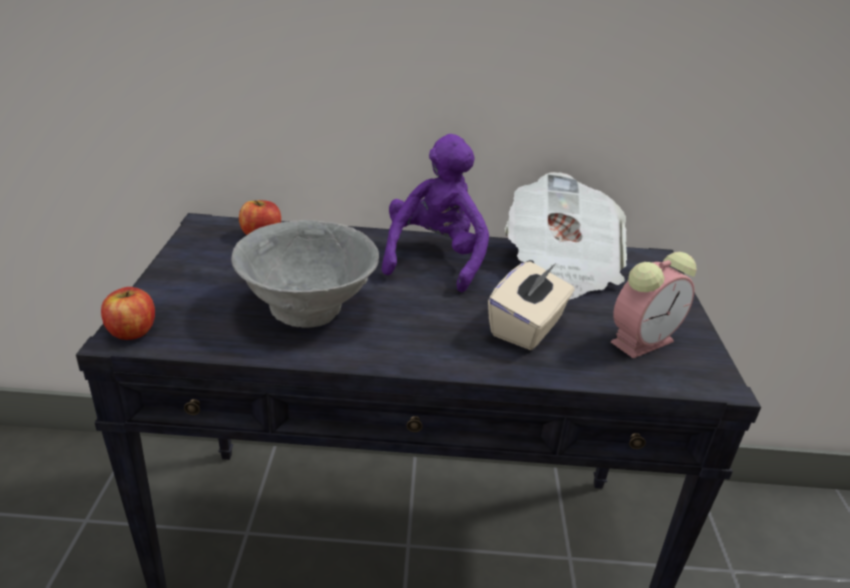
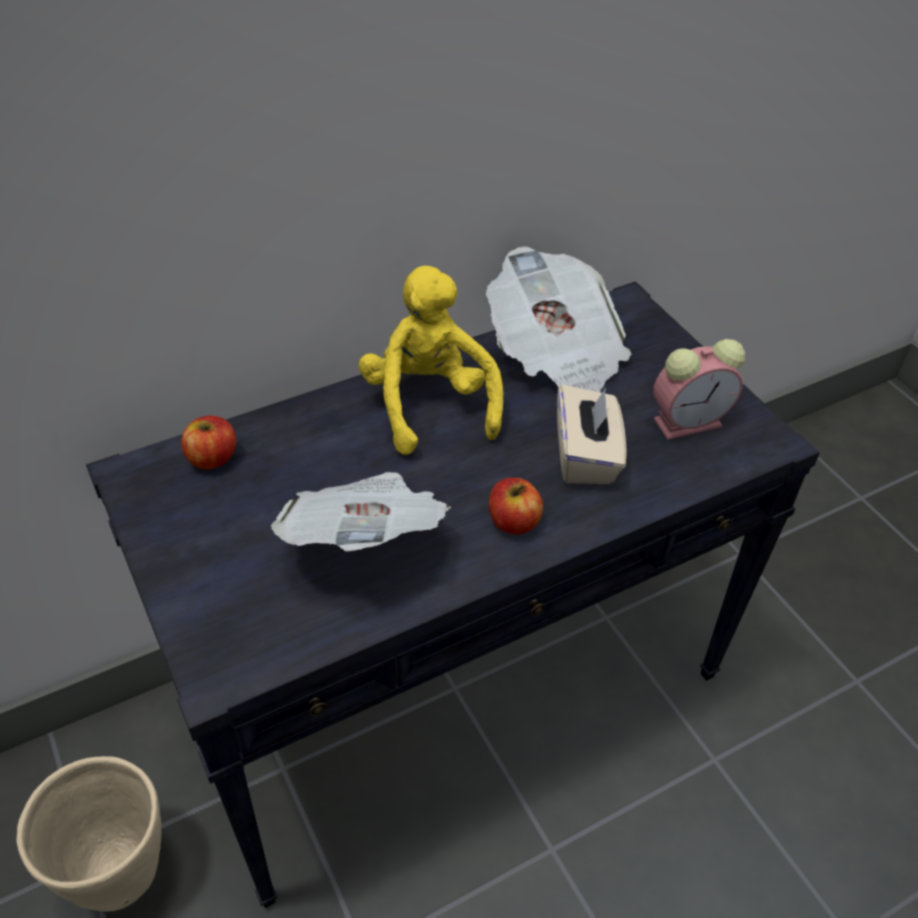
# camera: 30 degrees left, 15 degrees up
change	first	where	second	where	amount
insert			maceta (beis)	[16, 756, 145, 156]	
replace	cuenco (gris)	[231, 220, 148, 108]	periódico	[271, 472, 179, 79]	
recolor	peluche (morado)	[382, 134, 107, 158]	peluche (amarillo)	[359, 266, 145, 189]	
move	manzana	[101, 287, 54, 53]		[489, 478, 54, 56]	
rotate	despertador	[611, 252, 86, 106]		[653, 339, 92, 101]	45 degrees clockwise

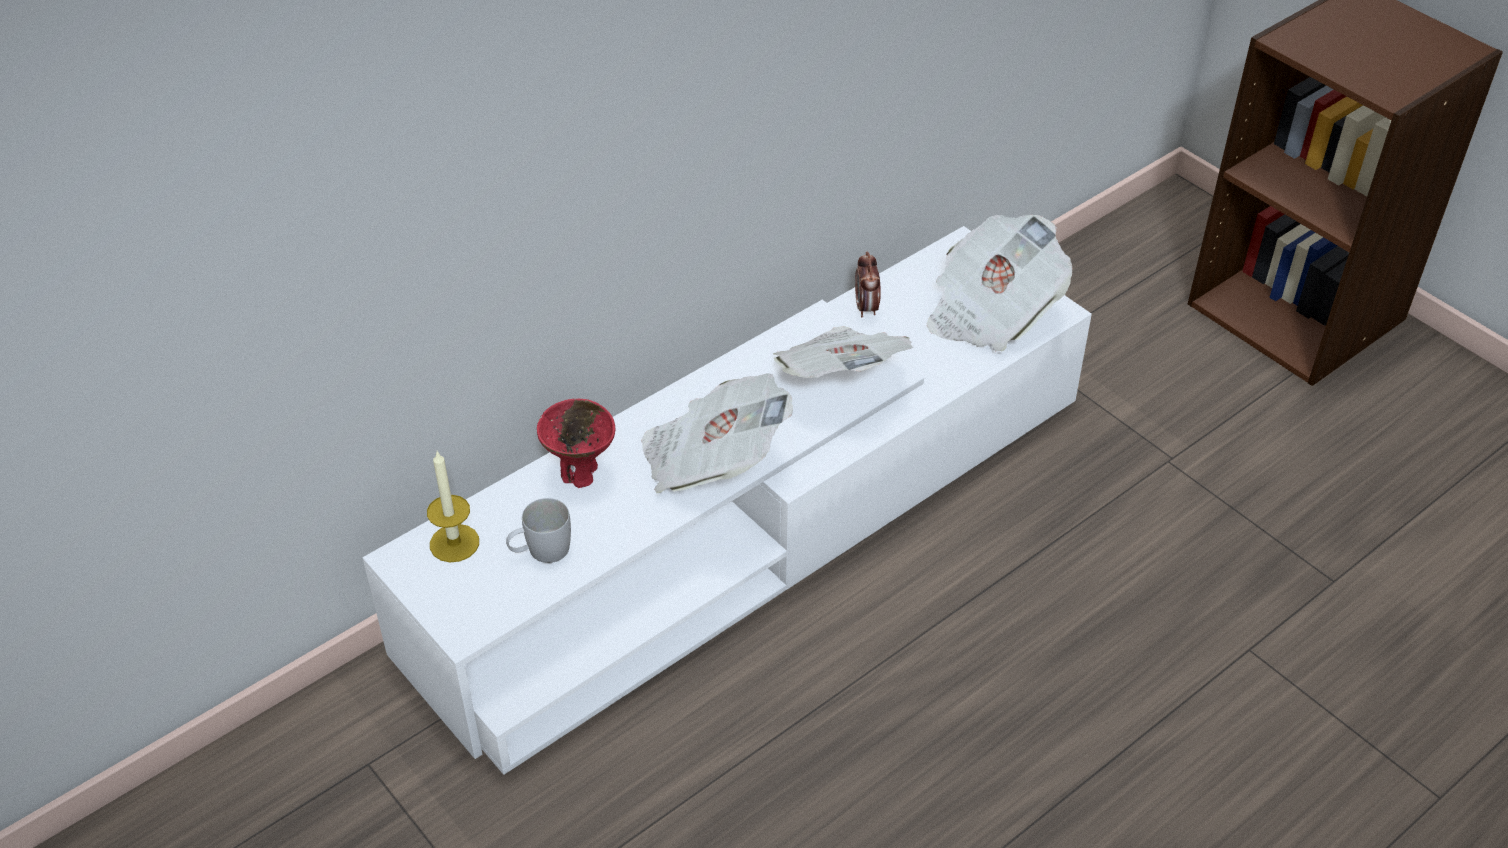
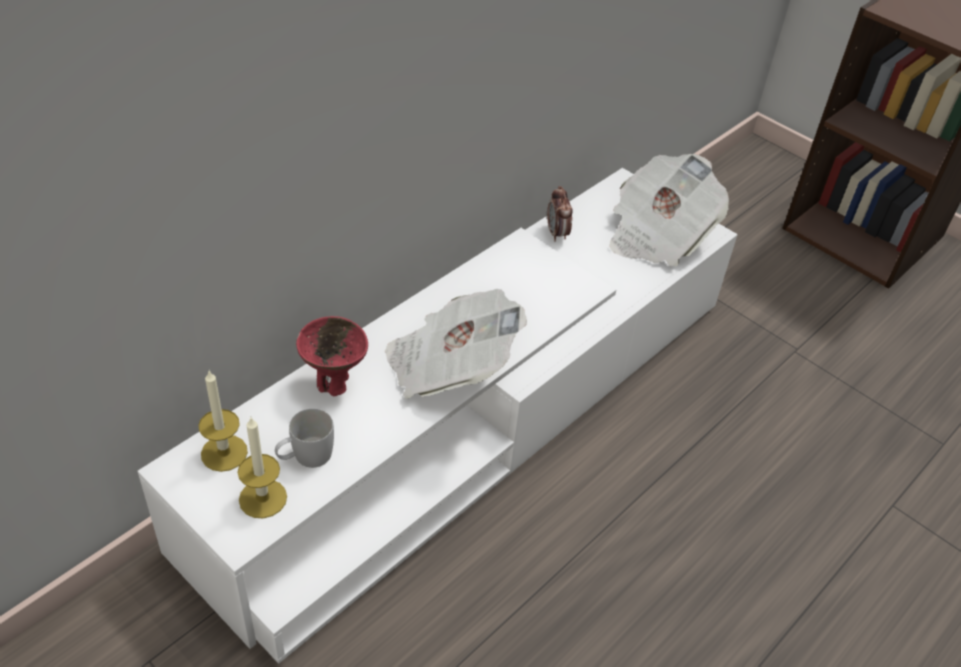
# camera: 10 degrees left, 0 degrees up
change	first	where	second	where	amount
insert			vela	[238, 417, 49, 101]	
delete	periódico	[773, 326, 140, 52]			

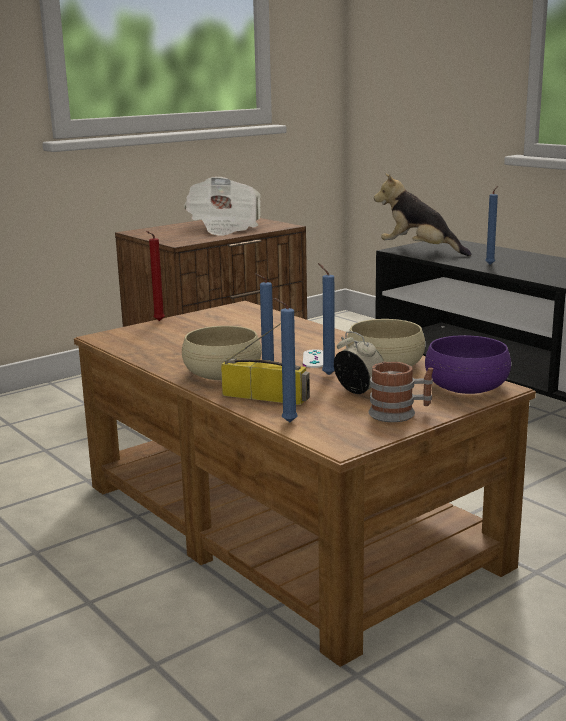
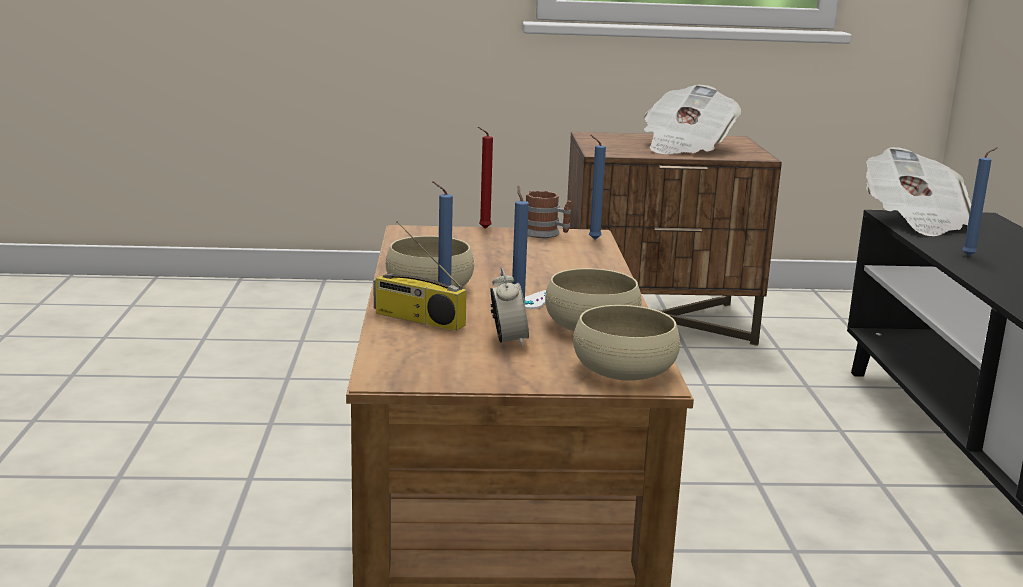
# camera: 35 degrees right, 0 degrees up
change	first	where	second	where	amount
rotate	radio	[221, 323, 89, 82]		[374, 221, 93, 110]	150 degrees clockwise
move	taza grande	[368, 361, 65, 61]		[526, 191, 45, 47]	
recolor	cuenco (morado)	[425, 335, 86, 59]	cuenco (beis)	[573, 305, 107, 76]	
move	vela (azul)	[273, 298, 25, 124]		[589, 135, 17, 105]	
replace	peluche	[374, 174, 97, 82]	periódico	[866, 147, 105, 89]	

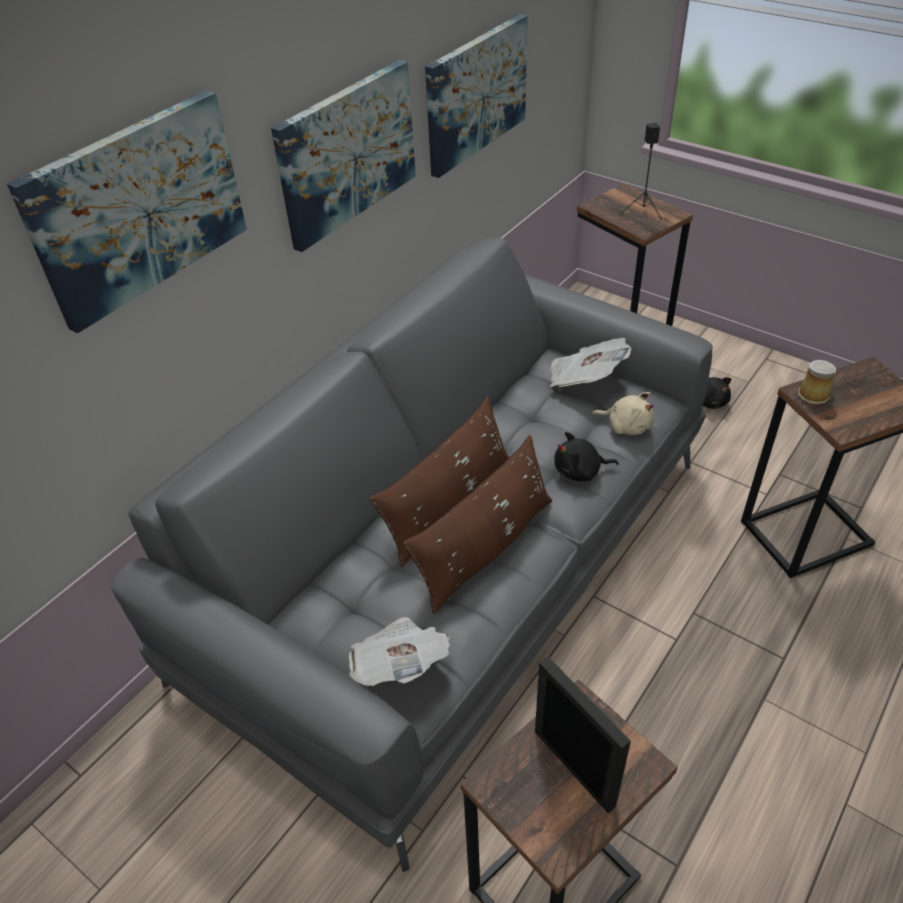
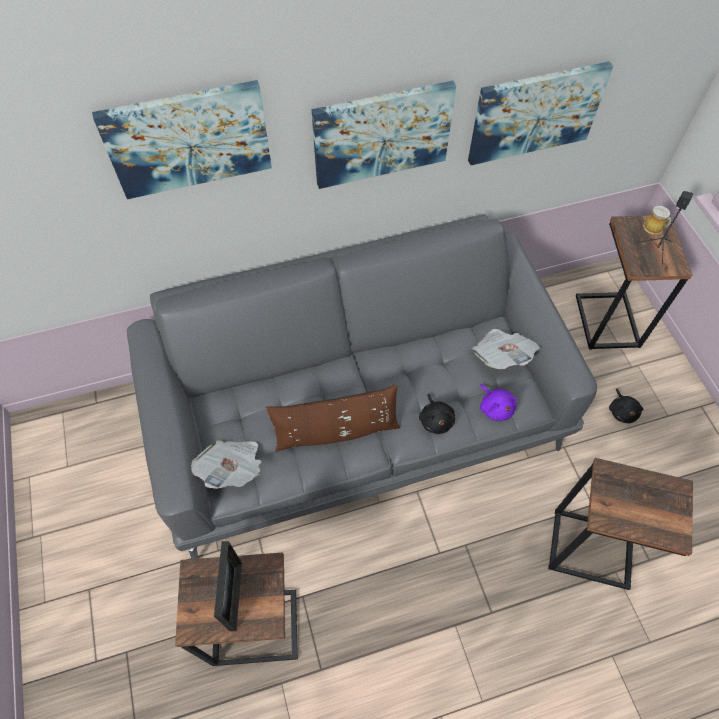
# camera: 35 degrees right, 15 degrees up
change	first	where	second	where	amount
rotate	peluche (negro)	[555, 432, 64, 49]		[419, 394, 36, 40]	135 degrees counterclockwise
recolor	peluche (beis)	[592, 392, 62, 43]	peluche (morado)	[480, 384, 37, 37]	
move	taza grande	[798, 360, 38, 44]		[643, 206, 28, 29]	
delete	cojín (marrón)	[370, 396, 140, 171]			

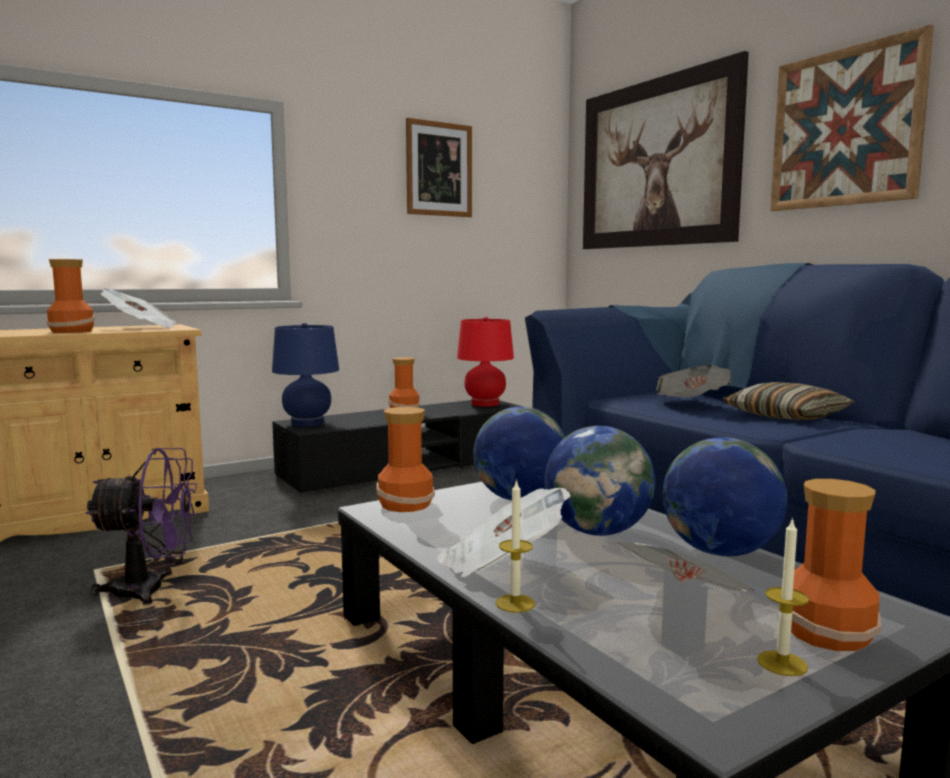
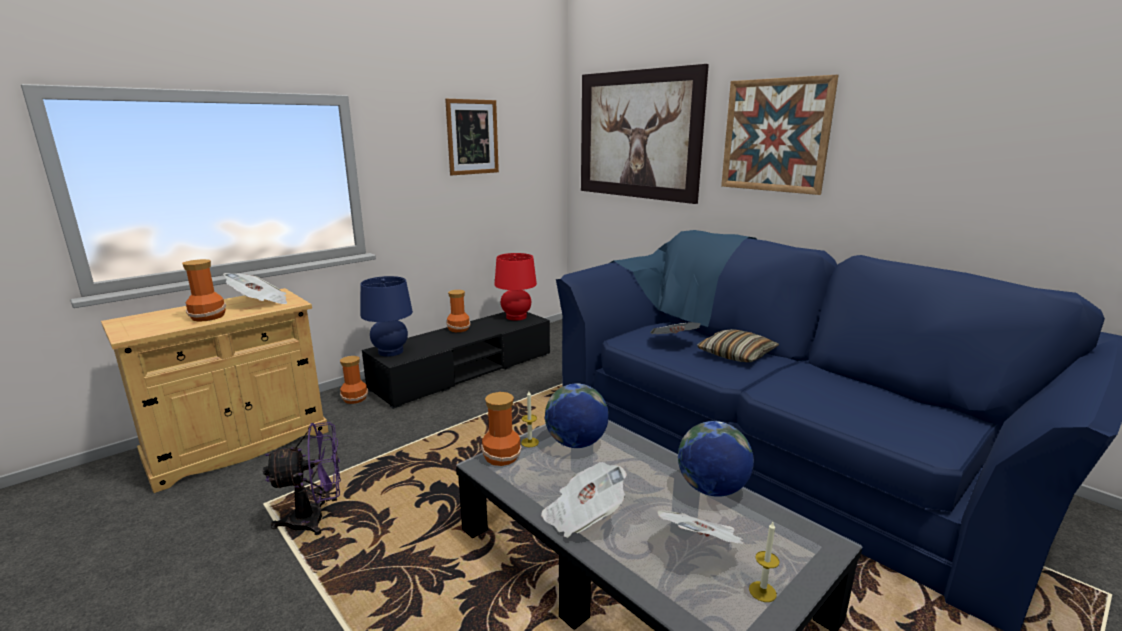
# camera: 10 degrees left, 10 degrees up
change	first	where	second	where	amount
move	florero	[791, 479, 90, 172]		[340, 356, 28, 48]	
move	vela	[496, 479, 39, 134]		[521, 391, 18, 56]	
delete	globo terráqueo	[545, 426, 110, 110]			

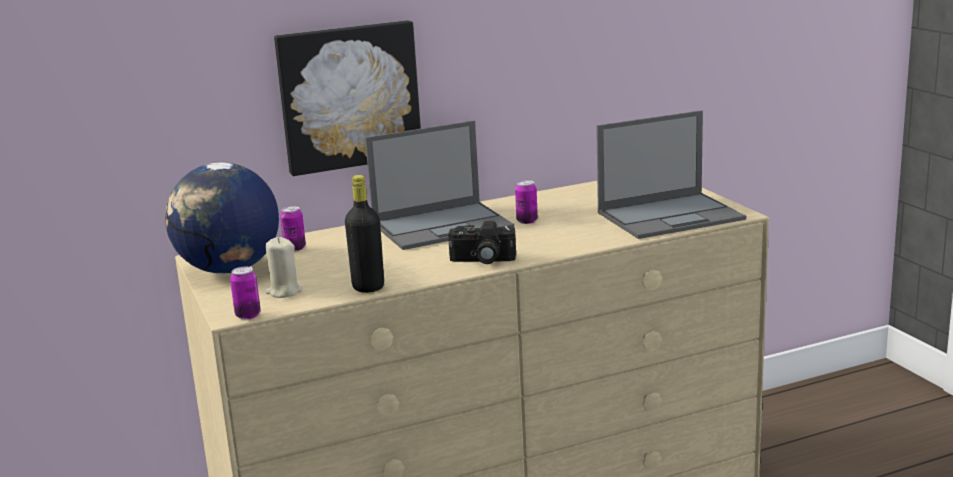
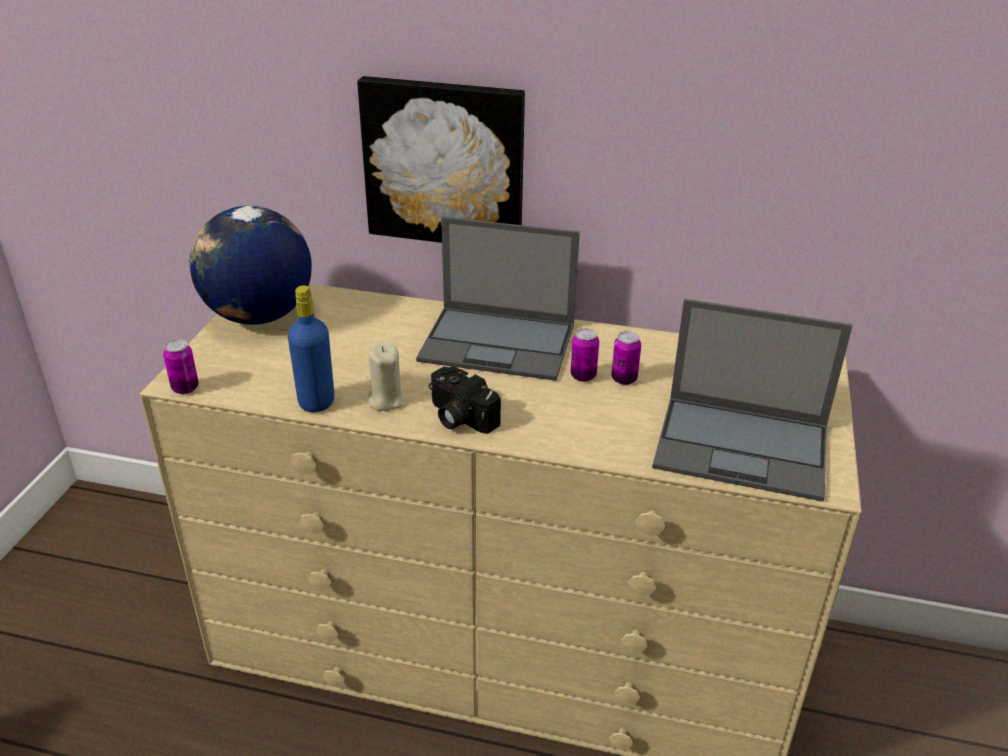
# camera: 35 degrees right, 15 degrees up
change	first	where	second	where	amount
recolor	botella (negro)	[345, 175, 39, 118]	botella (azul)	[288, 285, 46, 127]	
move	vela (beis)	[265, 237, 38, 61]		[368, 343, 36, 68]	
move	lata	[280, 206, 26, 45]		[611, 331, 30, 54]	

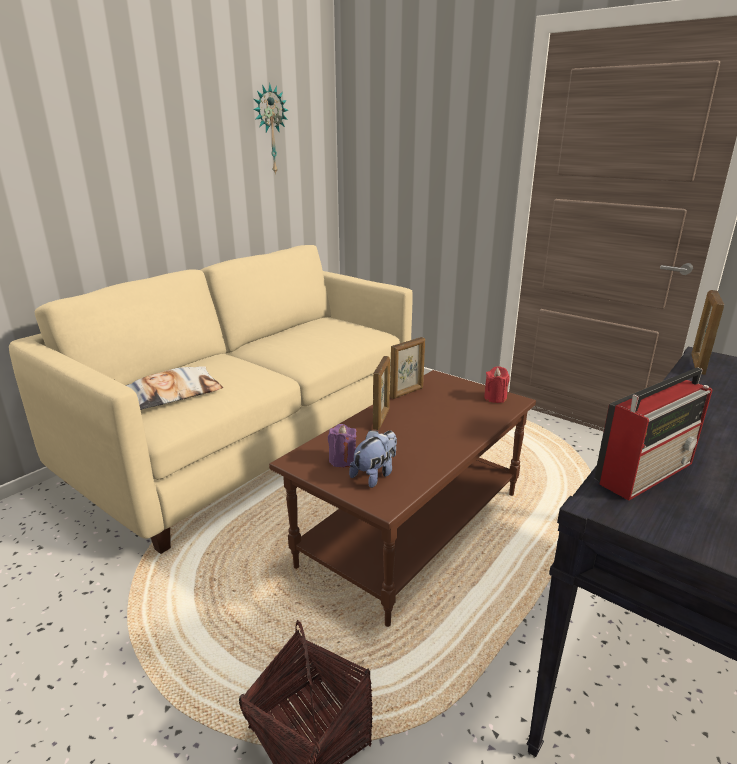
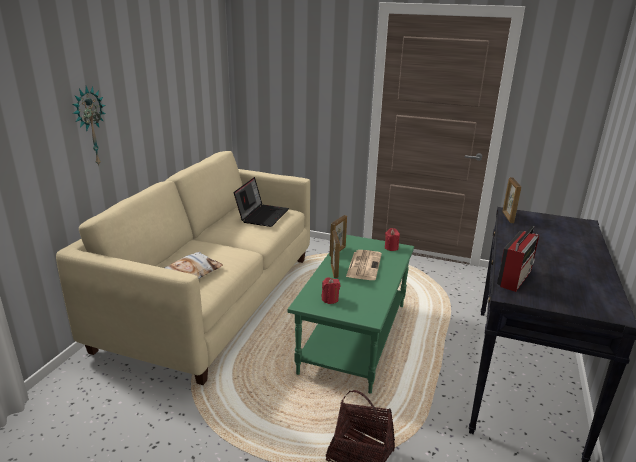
# camera: 20 degrees left, 0 degrees up
change	first	where	second	where	amount
move	reloj de pared	[253, 83, 35, 92]		[73, 86, 32, 79]	
insert			portátil	[234, 177, 55, 50]	
recolor	mesa de centro (marrón)	[269, 370, 267, 257]	mesa de centro (verde)	[287, 235, 127, 159]	
recolor	vela (morado)	[328, 424, 28, 43]	vela (rojo)	[322, 277, 18, 27]	
insert			periódico	[346, 250, 36, 30]	
delete	peluche	[349, 430, 48, 58]			

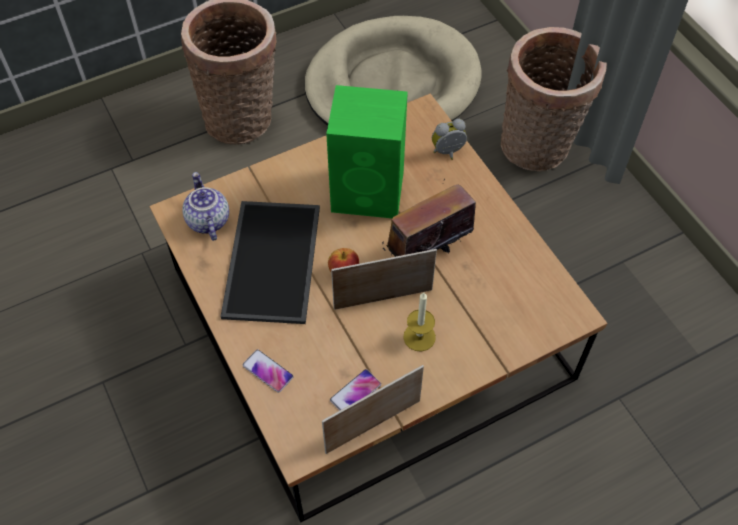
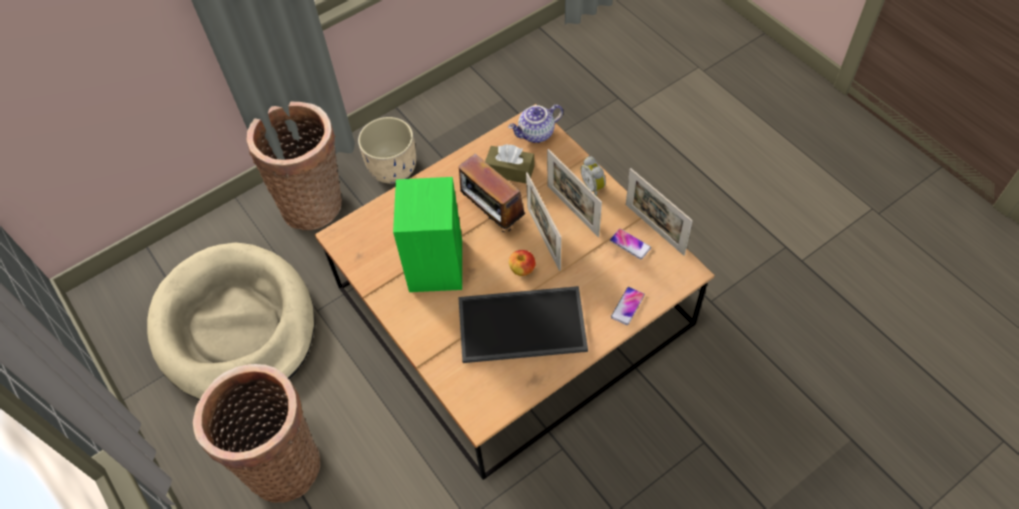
# camera: 95 degrees left, 0 degrees up
change	first	where	second	where	amount
insert			maceta (beis)	[358, 117, 58, 67]	
insert			caja de pañuelos (marrón)	[485, 144, 50, 39]	
move	tetera	[182, 172, 47, 69]		[508, 104, 55, 39]	
replace	vela	[403, 292, 33, 60]	portarretratos	[547, 149, 55, 88]	
move	despertador	[432, 119, 35, 41]		[581, 156, 25, 40]	

